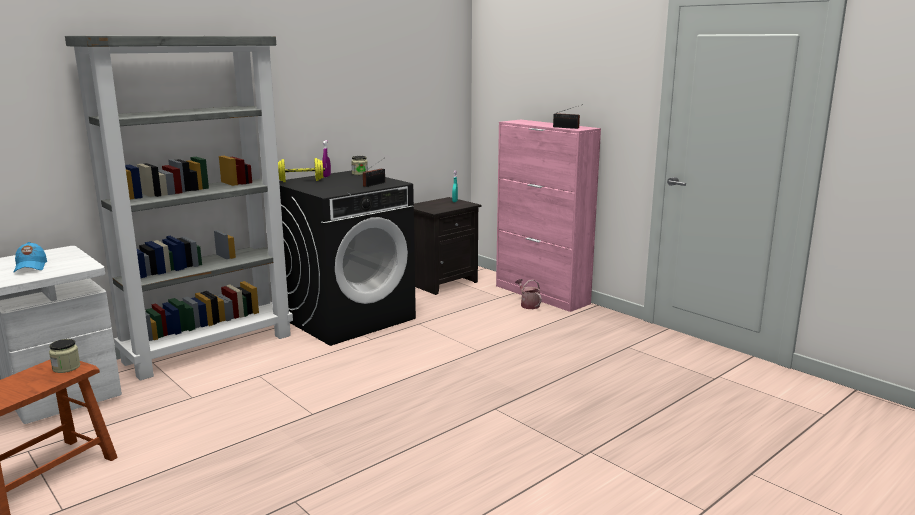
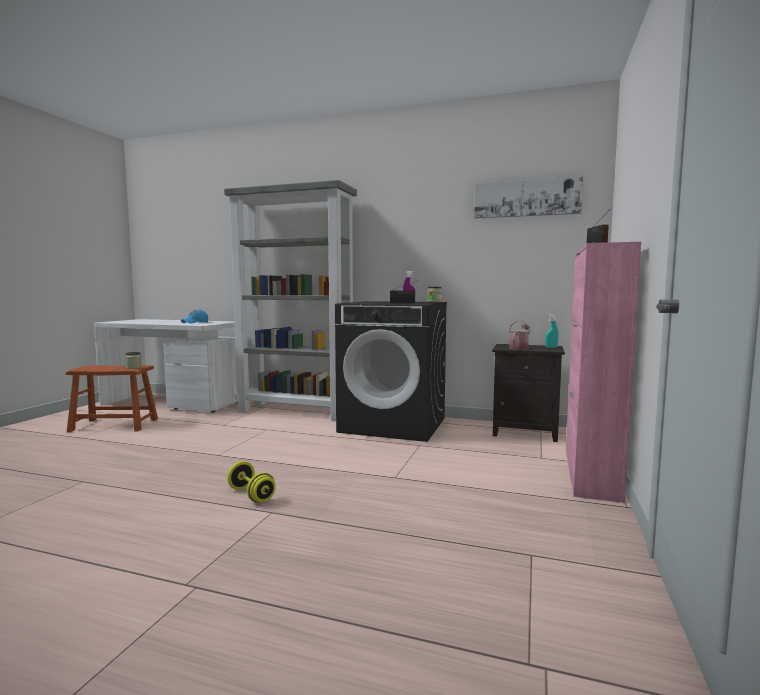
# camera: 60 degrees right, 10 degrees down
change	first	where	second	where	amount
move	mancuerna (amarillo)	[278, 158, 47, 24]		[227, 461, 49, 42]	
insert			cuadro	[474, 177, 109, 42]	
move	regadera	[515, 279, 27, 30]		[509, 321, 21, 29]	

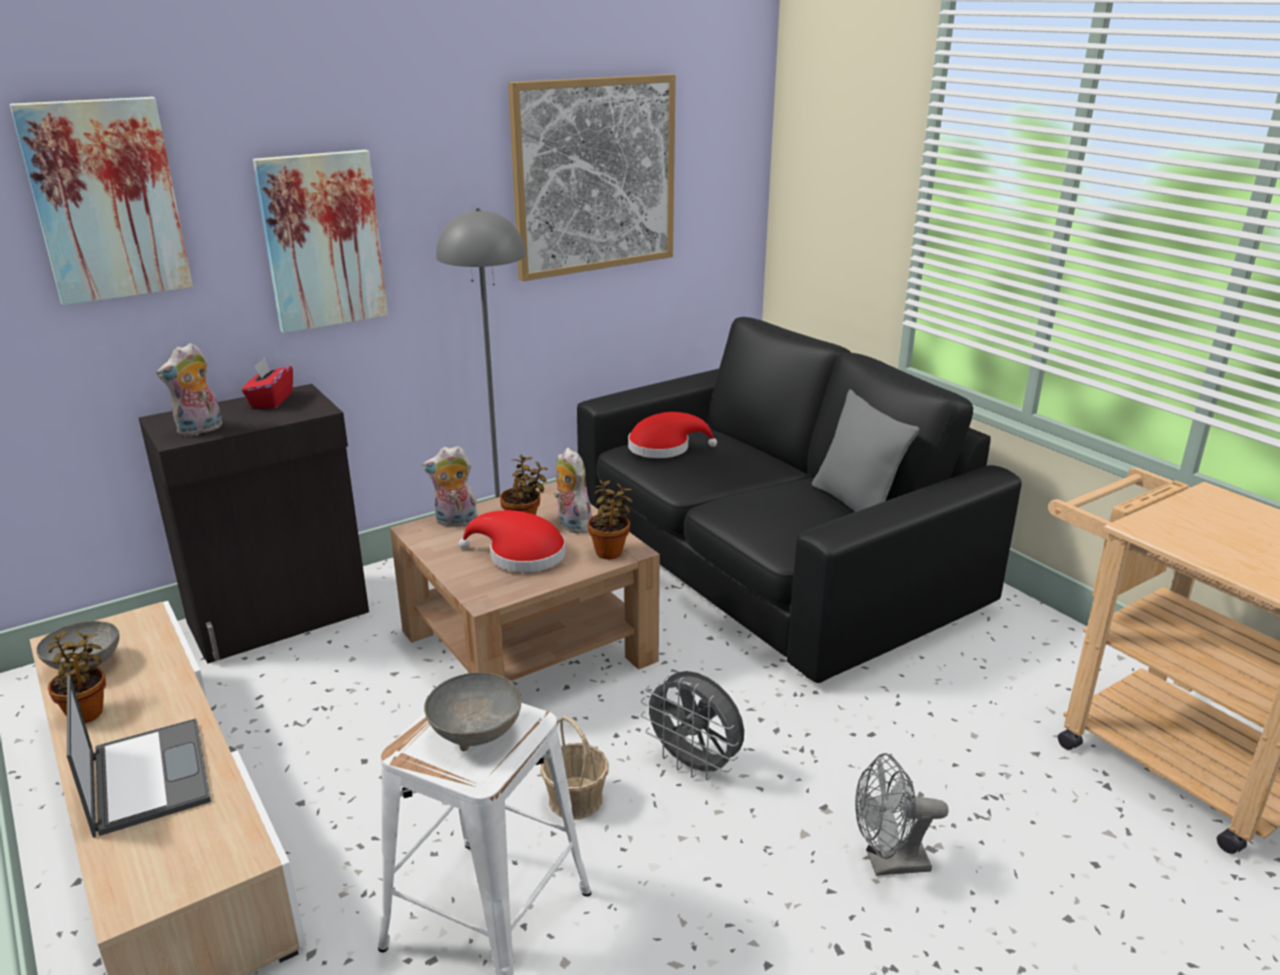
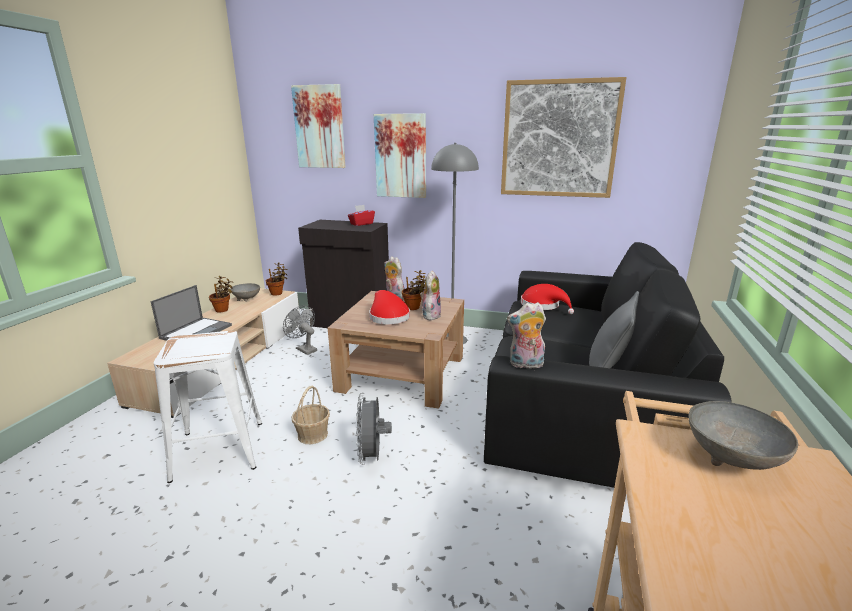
# camera: 50 degrees right, 5 degrees down
change	first	where	second	where	amount
move	planta en maceta	[588, 480, 44, 79]		[266, 262, 22, 34]	
move	ventilador (gris)	[855, 753, 94, 123]		[283, 306, 34, 49]	
move	peluche	[157, 343, 65, 94]		[507, 302, 39, 67]	
move	cuenco (gris)	[424, 673, 97, 78]		[689, 401, 109, 69]	

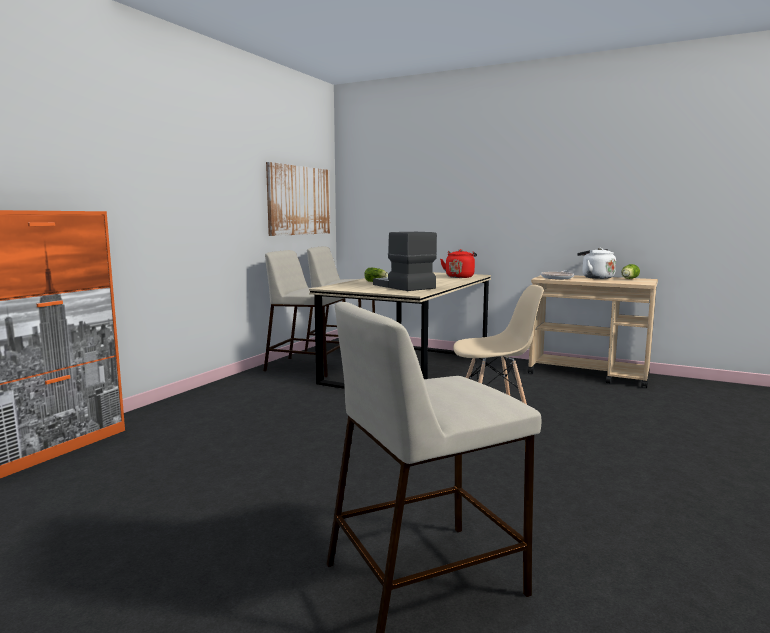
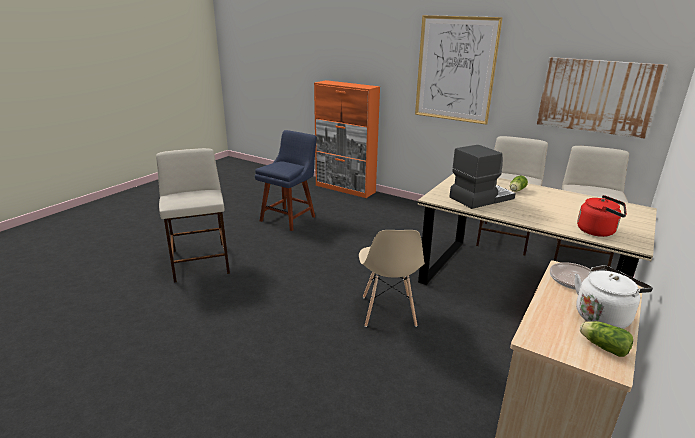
# camera: 95 degrees right, 15 degrees up
change	first	where	second	where	amount
insert			silla (azul)	[255, 130, 62, 101]	
insert			cuadro	[415, 15, 88, 110]	

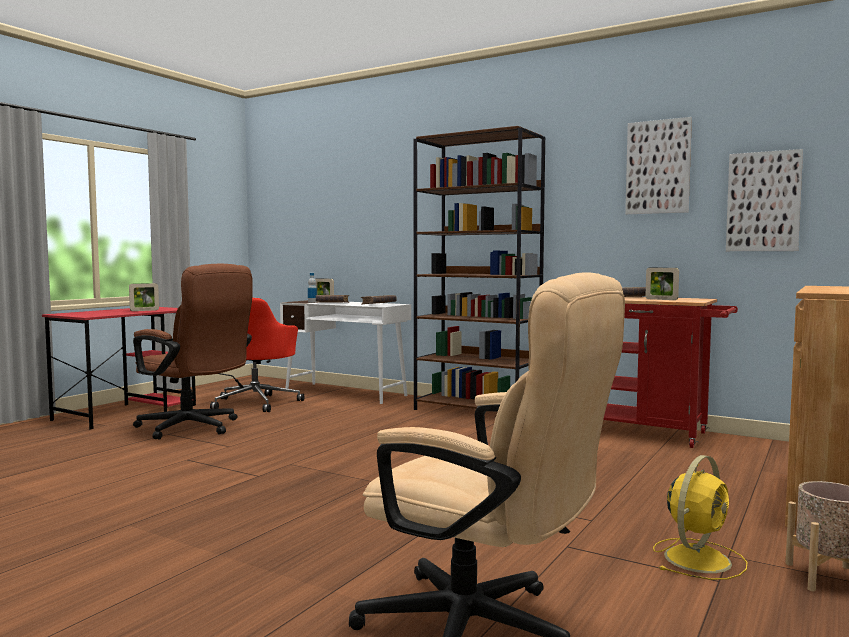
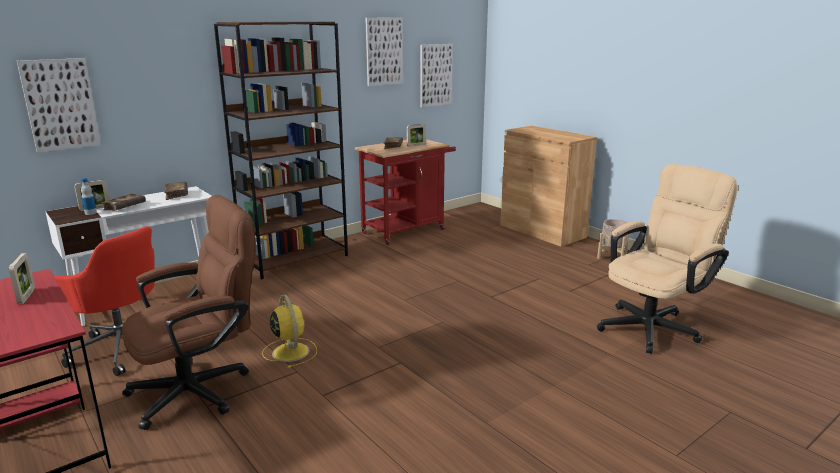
# camera: 70 degrees left, 15 degrees up
change	first	where	second	where	amount
insert			cuadro	[17, 58, 84, 95]	
move	ventilador (amarillo)	[653, 455, 94, 125]		[262, 294, 55, 74]	

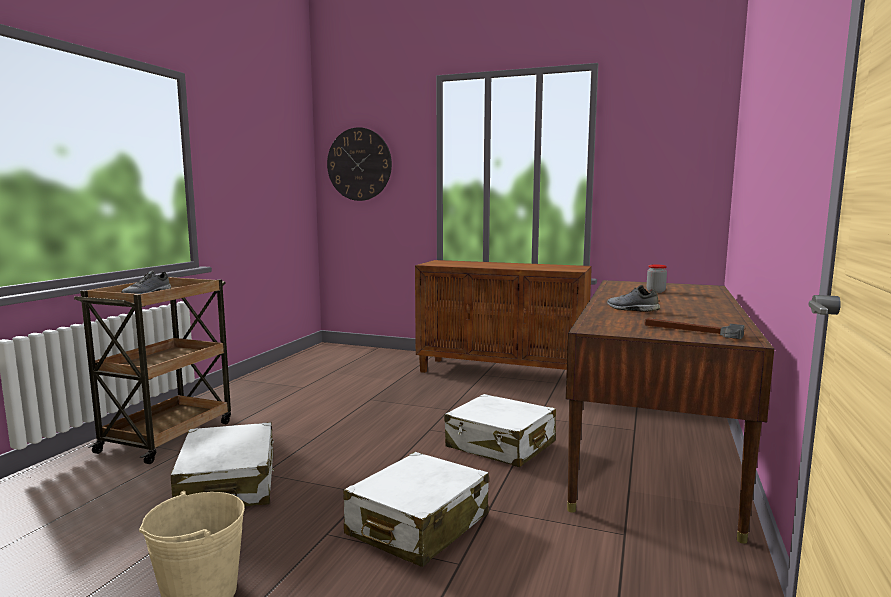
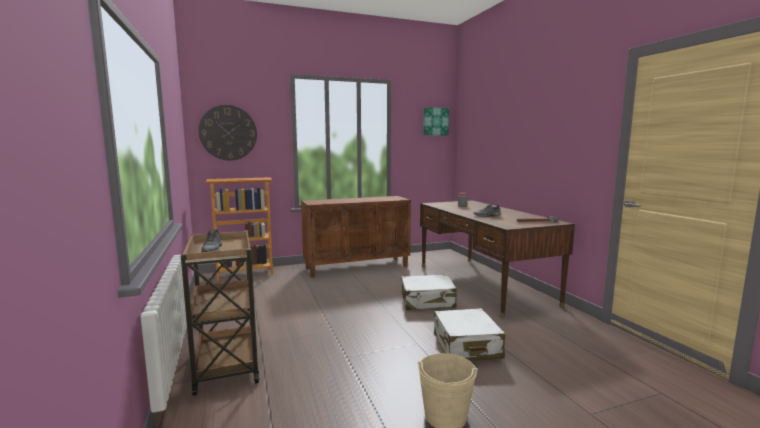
# camera: 40 degrees left, 0 degrees up
change	first	where	second	where	amount
insert			estantería	[206, 177, 67, 104]	
insert			cuadro	[423, 107, 26, 29]	
delete	maleta (blanco)	[171, 422, 103, 84]			

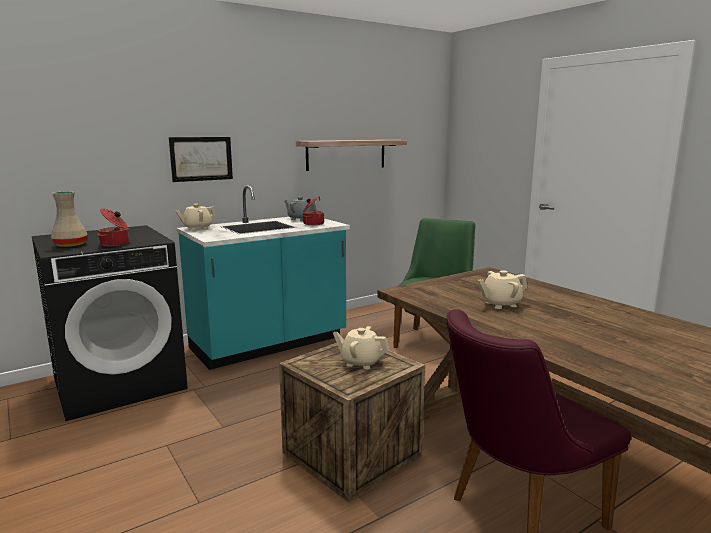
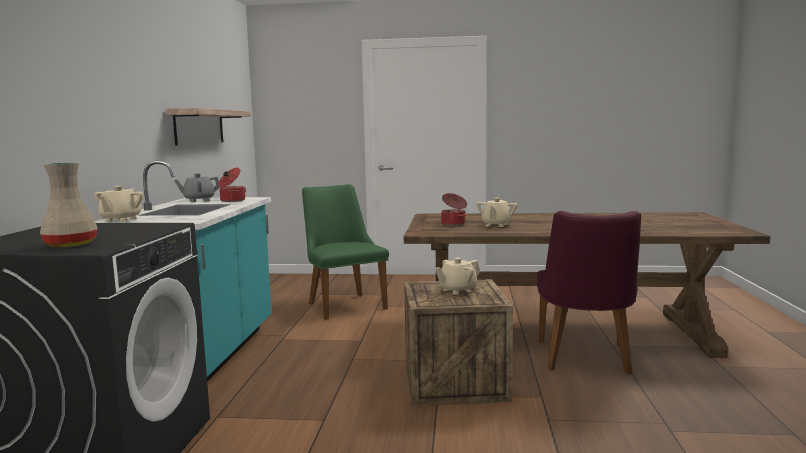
# camera: 50 degrees left, 5 degrees down
change	first	where	second	where	amount
move	olla	[97, 208, 32, 38]		[441, 193, 26, 33]	
delete	cuadro	[169, 137, 64, 45]			

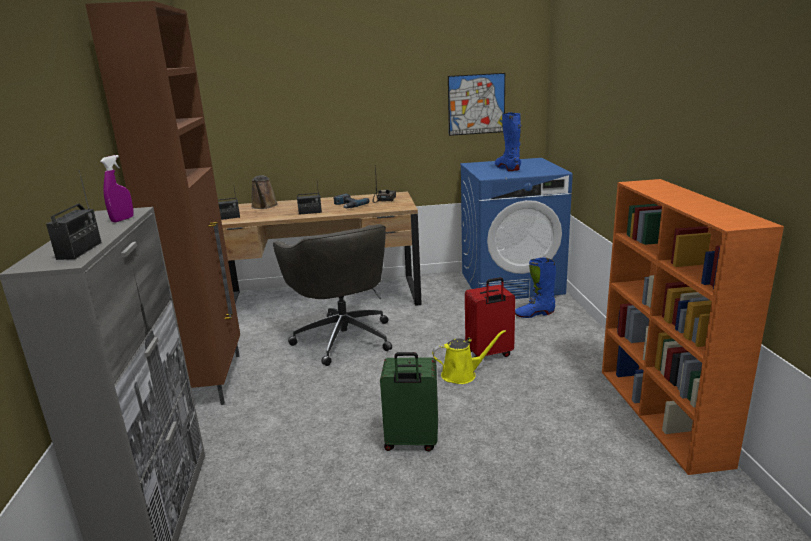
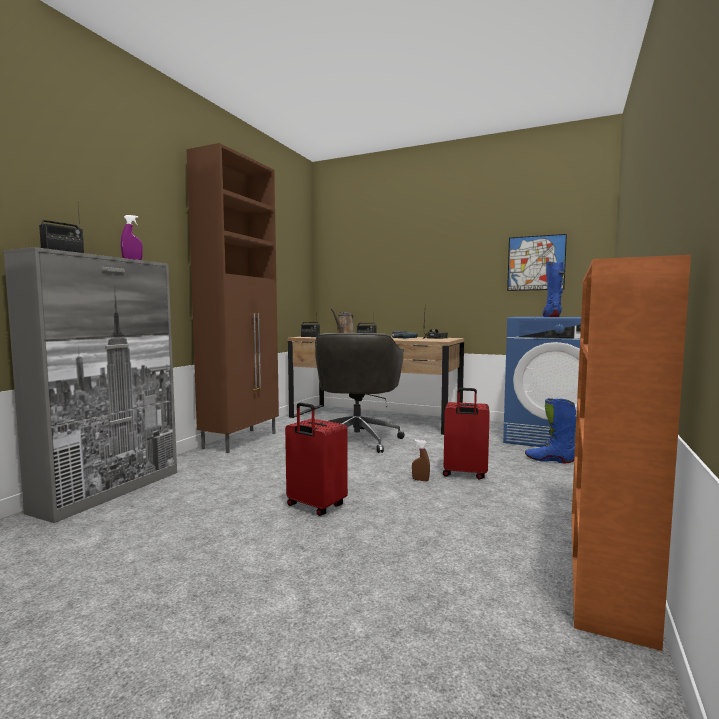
# camera: 30 degrees right, 15 degrees down
change	first	where	second	where	amount
recolor	maleta (verde)	[380, 352, 58, 99]	maleta (rojo)	[285, 403, 63, 113]	
replace	regadera (amarillo)	[432, 330, 74, 54]	pulverizador (marrón)	[412, 439, 18, 42]	

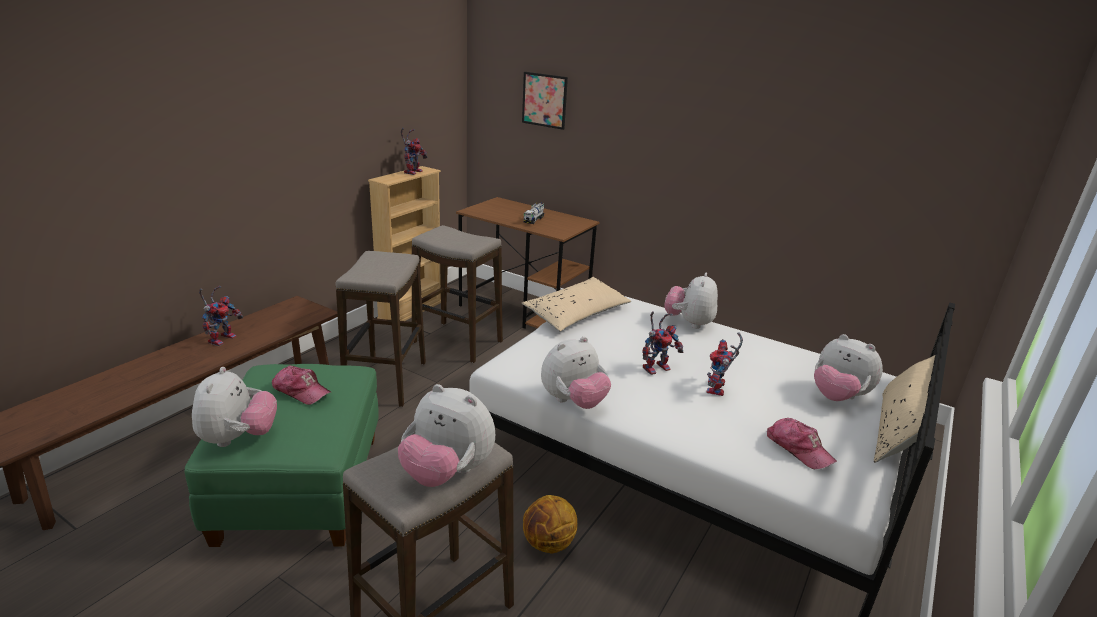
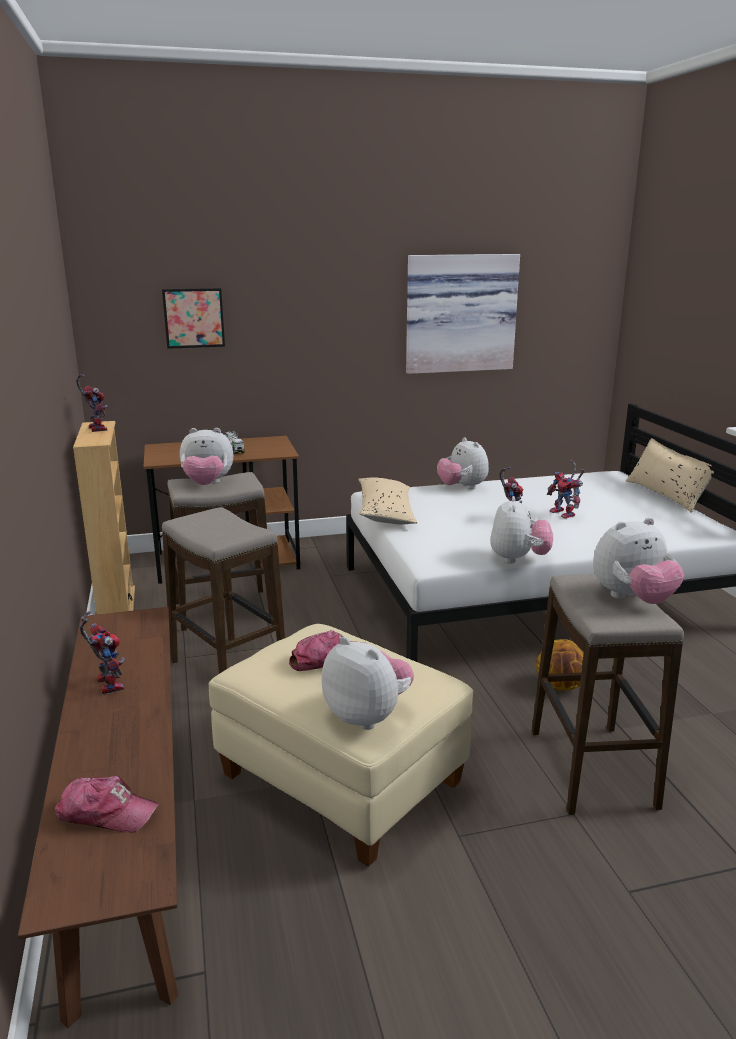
# camera: 45 degrees left, 5 degrees down
change	first	where	second	where	amount
move	gorra	[767, 418, 70, 51]		[55, 776, 104, 57]	
move	peluche	[814, 334, 69, 67]		[180, 428, 53, 57]	
recolor	puf (verde)	[184, 364, 195, 183]	puf (beis)	[209, 624, 264, 243]	
insert			cuadro	[406, 254, 114, 120]	

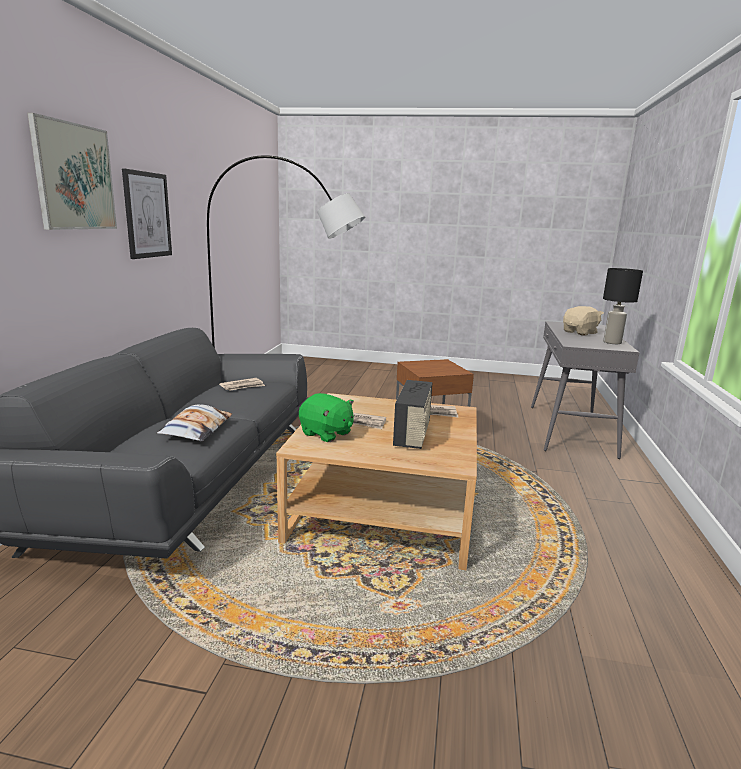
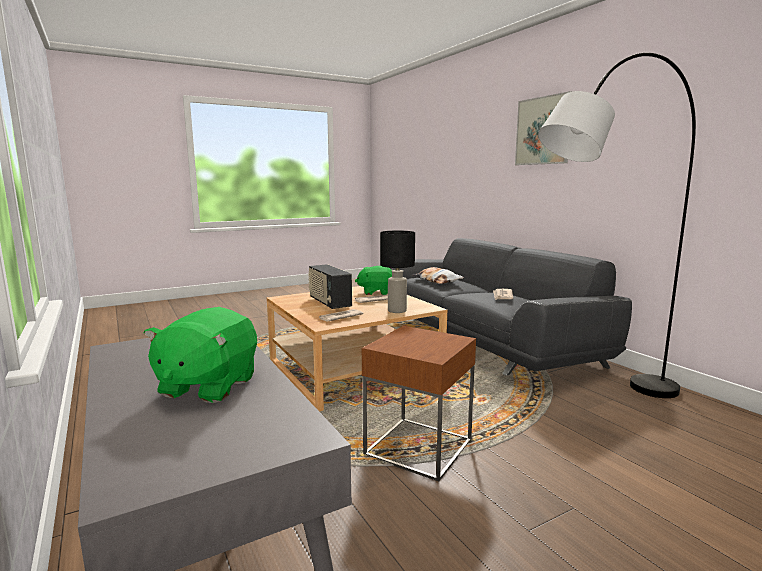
# camera: 140 degrees right, 5 degrees down
change	first	where	second	where	amount
recolor	peluche (beis)	[563, 306, 41, 30]	peluche (verde)	[144, 307, 113, 96]	
move	lámpara de mesa (negro)	[603, 268, 40, 76]		[380, 231, 35, 82]	
delete	cuadro	[122, 168, 50, 91]			

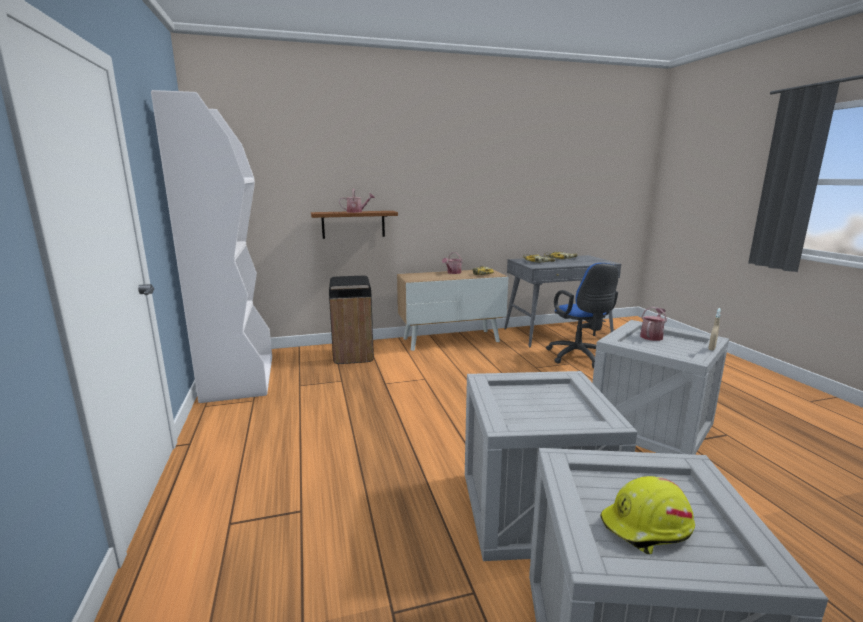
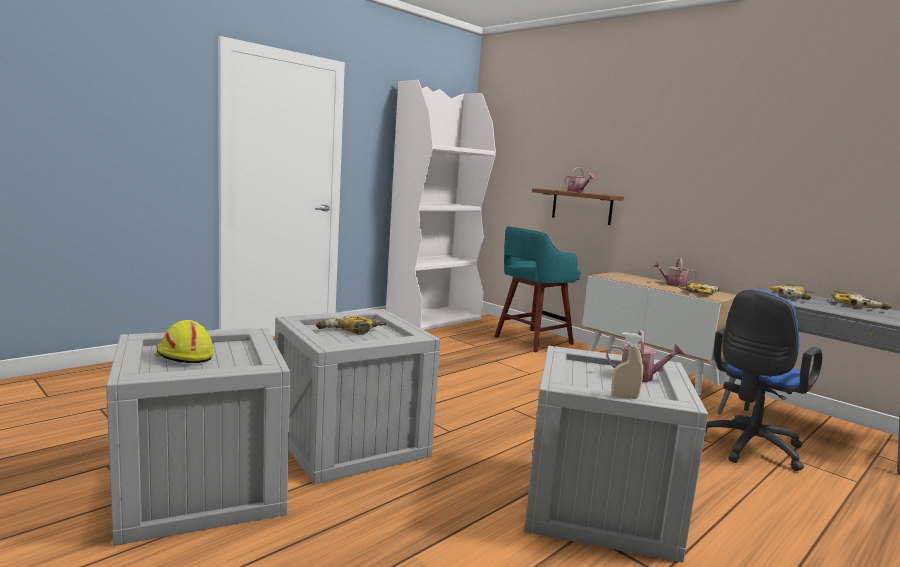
# camera: 60 degrees right, 5 degrees down
change	first	where	second	where	amount
insert			taladro	[316, 315, 71, 20]	
replace	papelera (negro)	[329, 276, 45, 88]	taburete (turquesa)	[494, 226, 86, 126]	

